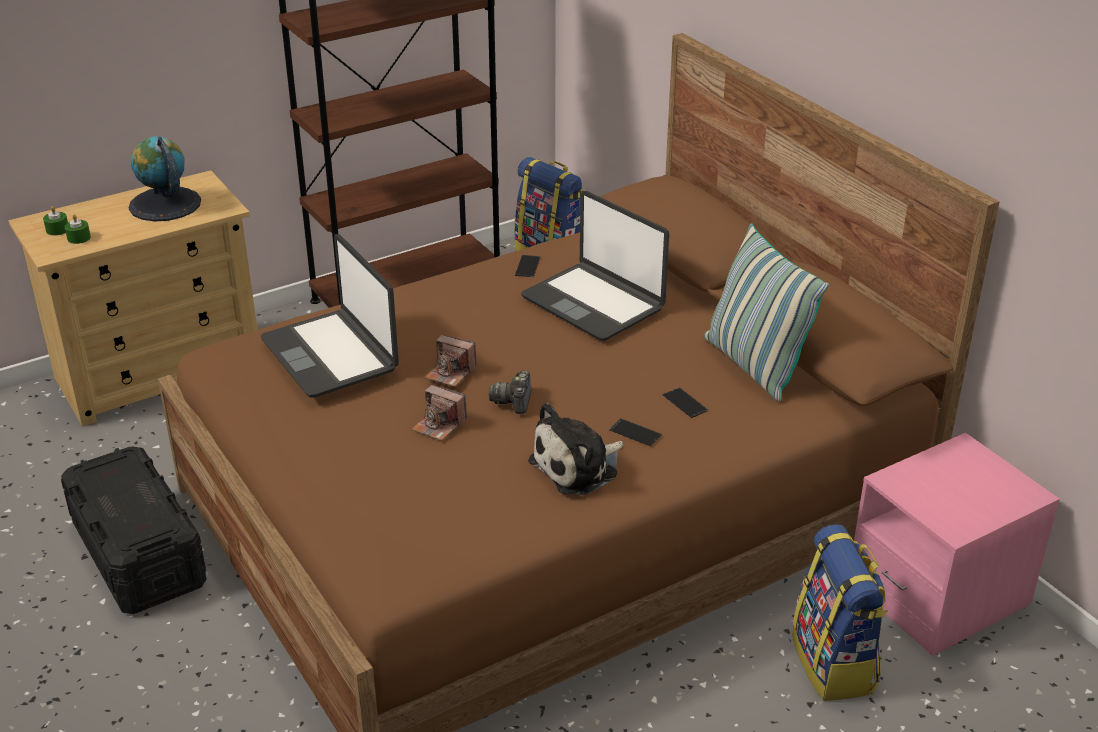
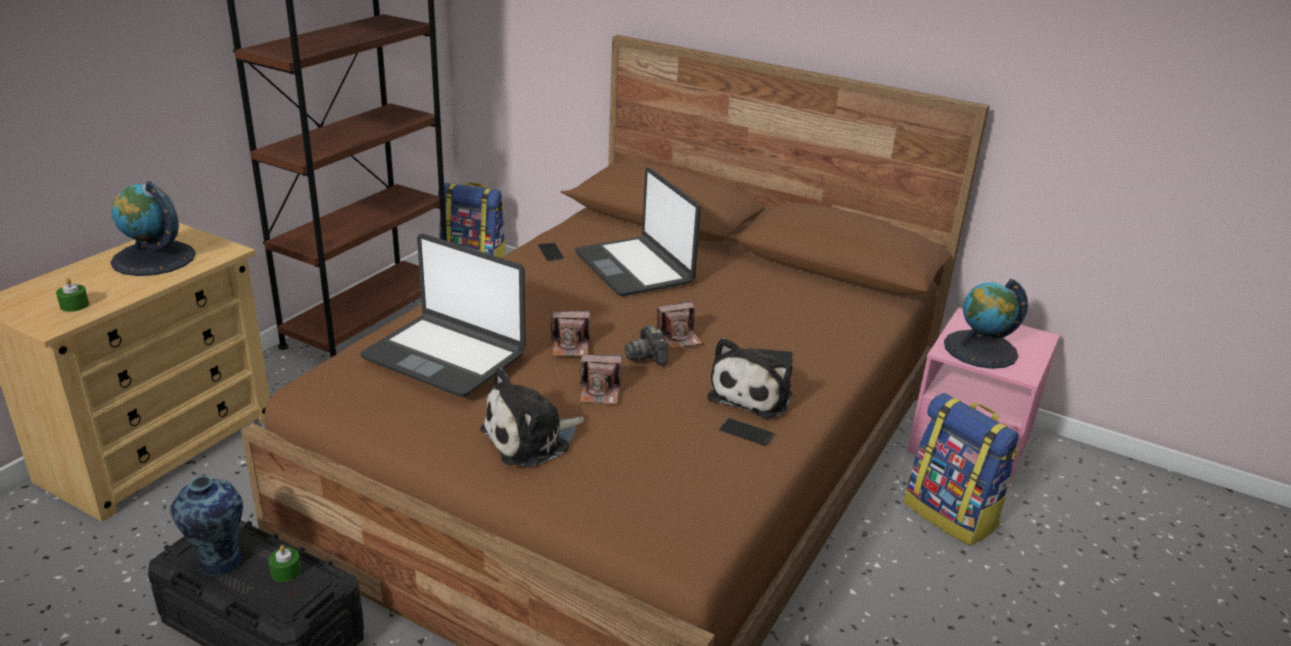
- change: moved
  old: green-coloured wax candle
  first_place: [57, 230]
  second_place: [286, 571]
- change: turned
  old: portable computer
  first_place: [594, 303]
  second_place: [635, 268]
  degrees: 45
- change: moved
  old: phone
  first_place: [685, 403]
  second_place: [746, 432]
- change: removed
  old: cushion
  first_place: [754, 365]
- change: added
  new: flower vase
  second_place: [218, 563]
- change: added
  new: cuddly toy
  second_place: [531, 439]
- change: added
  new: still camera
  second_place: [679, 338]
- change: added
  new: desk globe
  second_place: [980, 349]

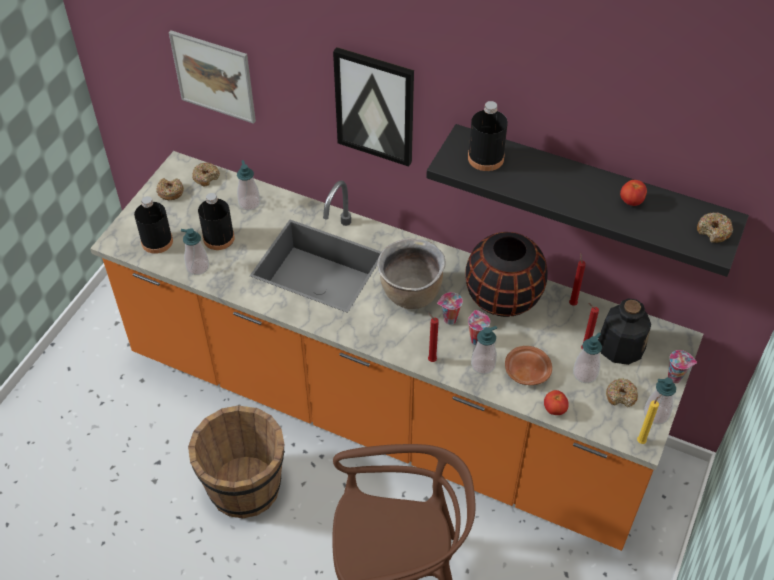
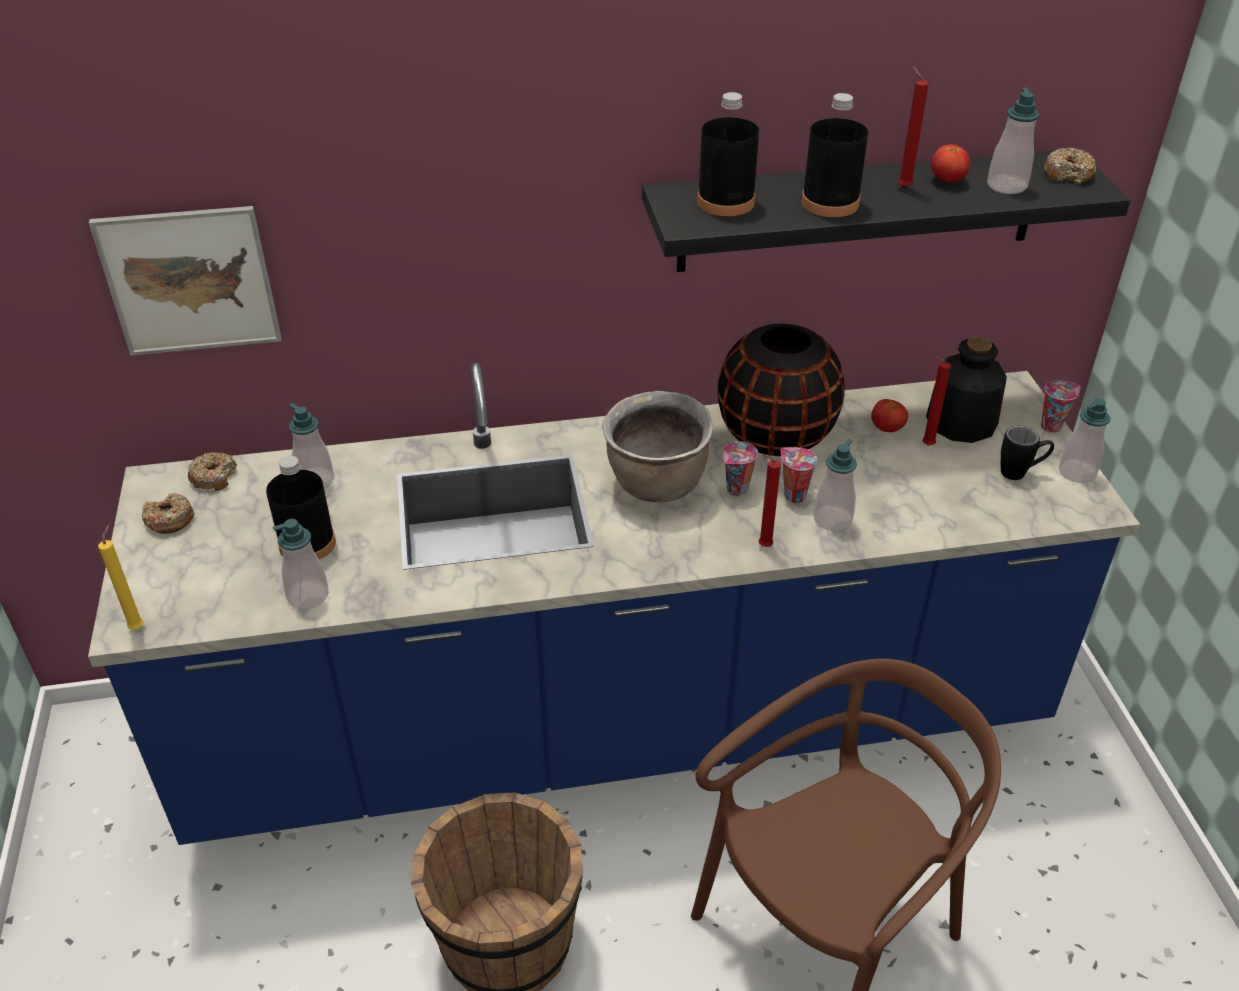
- change: recoloured
  old: orangey counter
  new: bluish counter
  first_place: [387, 409]
  second_place: [619, 722]
- change: moved
  old: blackish drink bottle
  first_place: [157, 241]
  second_place: [830, 203]
- change: removed
  old: wall picture
  first_place: [375, 106]
- change: removed
  old: brownish plate
  first_place: [526, 370]
- change: moved
  old: fresh tomato
  first_place: [554, 409]
  second_place: [887, 429]
- change: moved
  old: red-coloured wax candle
  first_place: [572, 303]
  second_place: [902, 187]
- change: moved
  old: soap dispenser
  first_place: [585, 374]
  second_place: [1006, 186]
- change: replaced
  old: donut
  new: blackish mug
  first_place: [621, 396]
  second_place: [1020, 473]
- change: moved
  old: yellowish wax candle
  first_place: [642, 441]
  second_place: [138, 626]

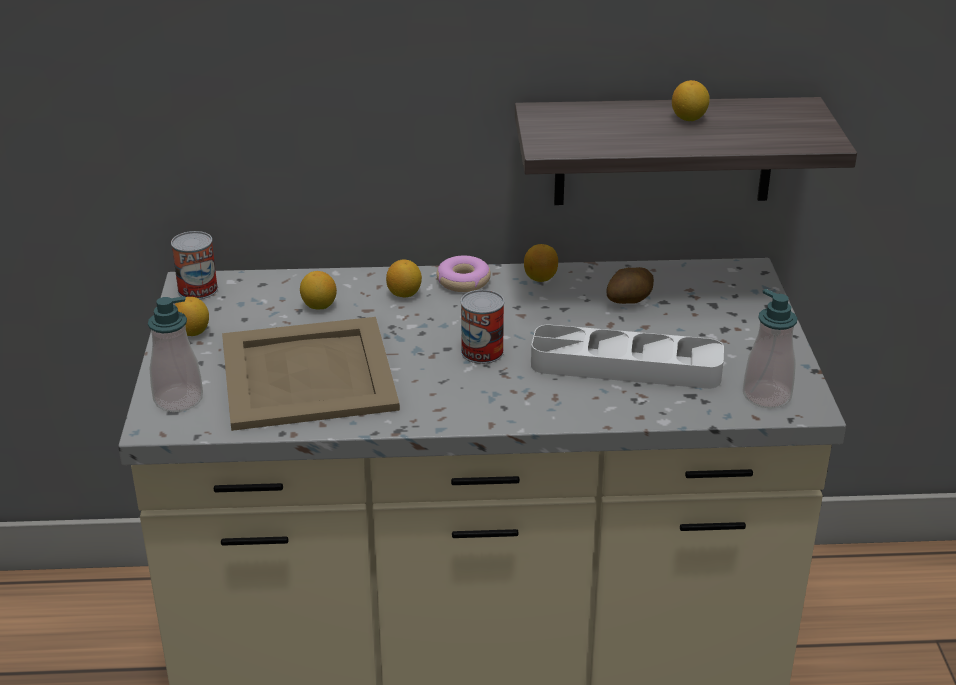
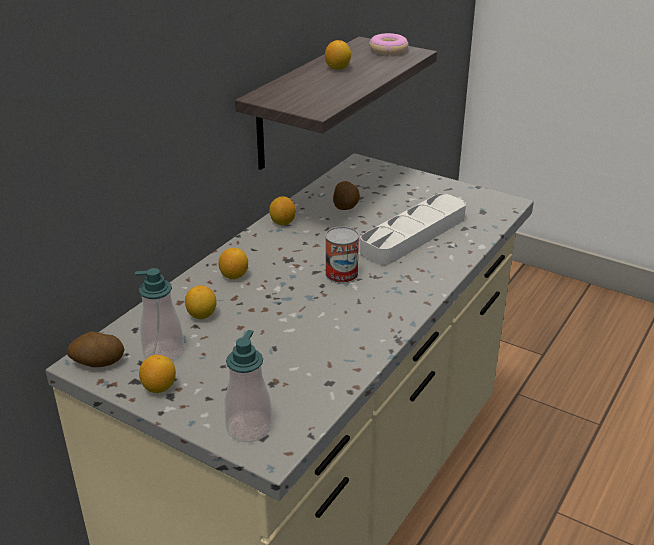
- change: replaced
  old: sealed can
  new: potato
  first_place: [197, 289]
  second_place: [97, 362]
- change: removed
  old: beige tray
  first_place: [309, 374]
- change: moved
  old: donut
  first_place: [463, 281]
  second_place: [388, 50]
- change: moved
  old: soap dispenser
  first_place: [766, 396]
  second_place: [164, 352]

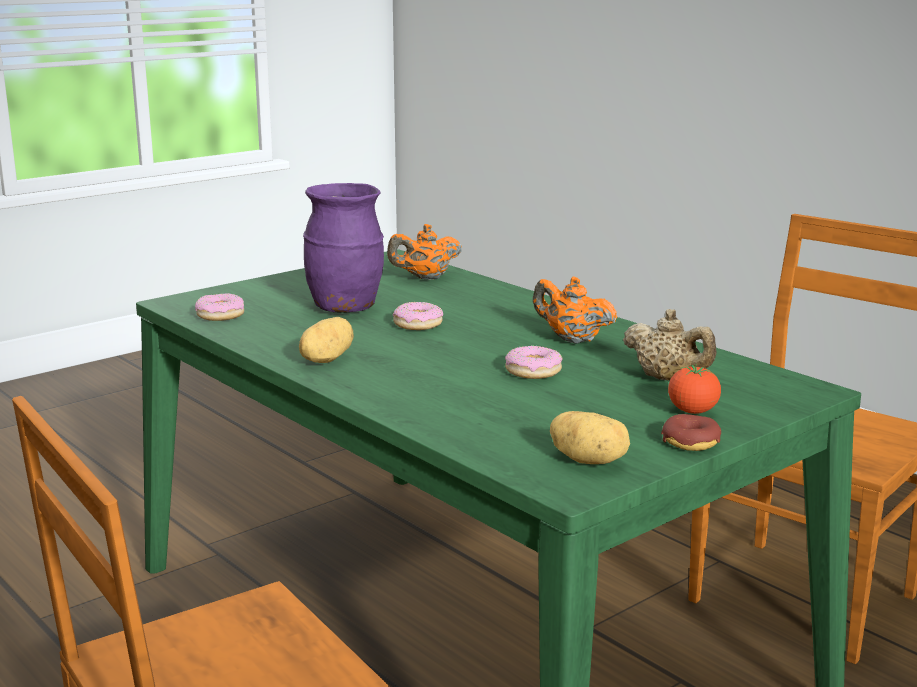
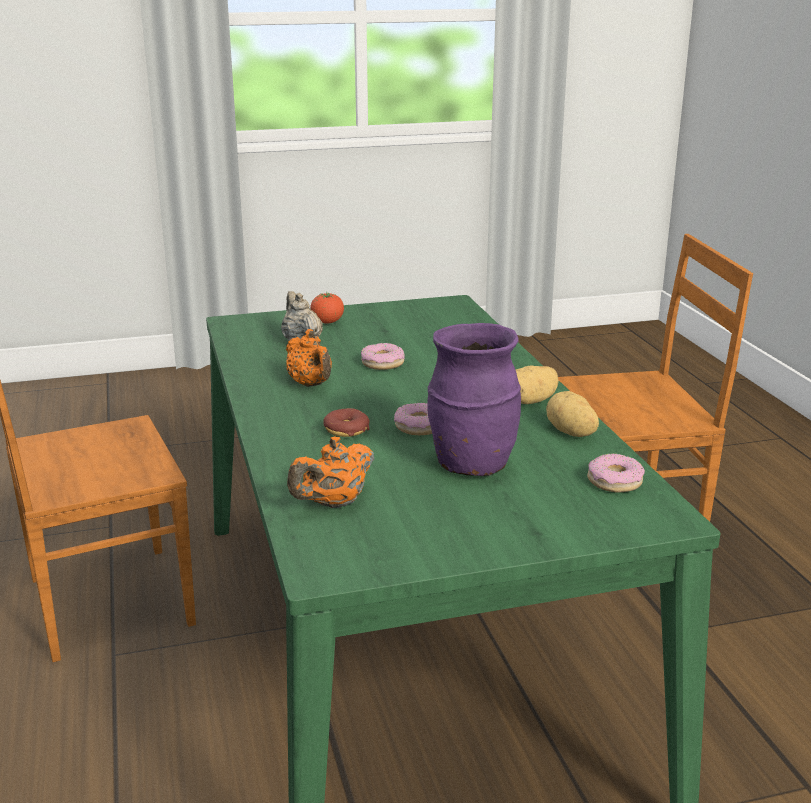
- change: turned
  old: orangey pot for tea
  first_place: [425, 278]
  second_place: [334, 503]
  degrees: 135
- change: moved
  old: potato
  first_place: [589, 460]
  second_place: [570, 433]
- change: moved
  old: donut
  first_place: [691, 442]
  second_place: [346, 430]

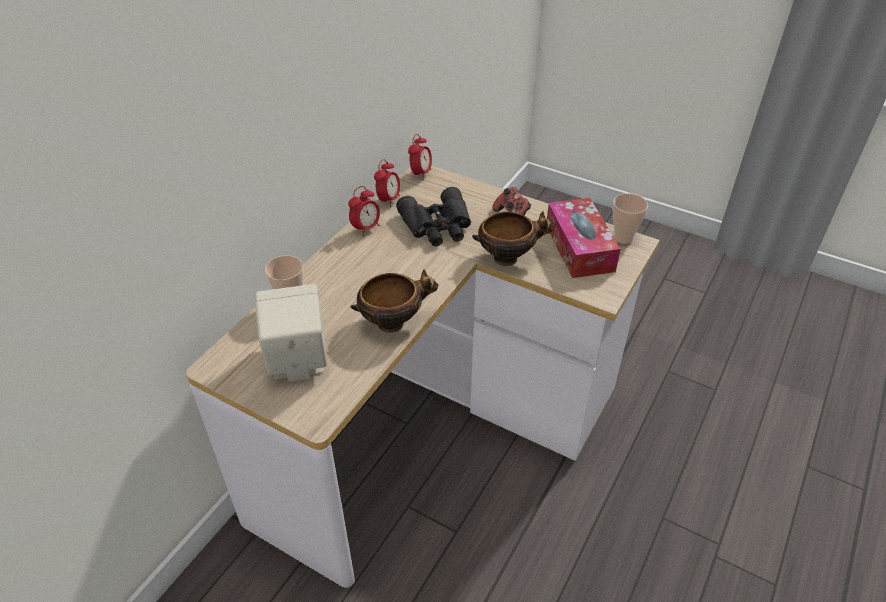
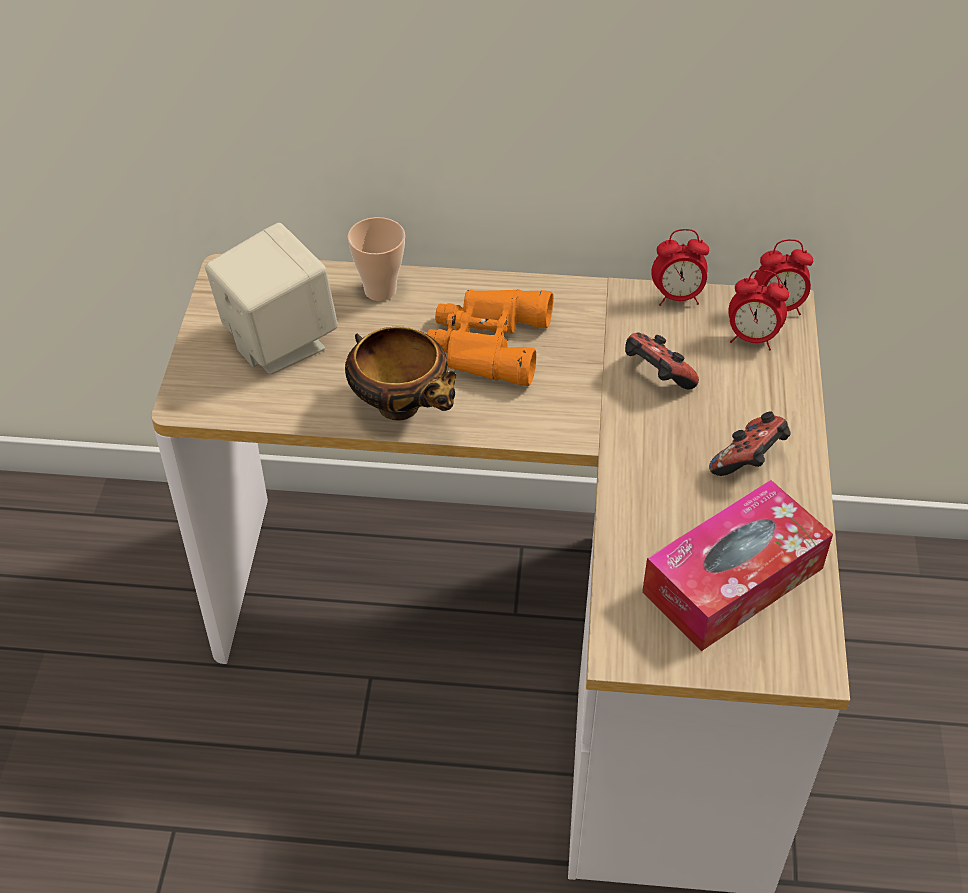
- change: moved
  old: alarm clock
  first_place: [366, 228]
  second_place: [752, 338]
- change: replaced
  old: blackish pair of binoculars
  new: game controller
  first_place: [438, 226]
  second_place: [656, 377]
- change: removed
  old: serving bowl
  first_place: [508, 257]
- change: removed
  old: drinking cup
  first_place: [623, 238]
- change: added
  new: orangey pair of binoculars
  second_place: [486, 343]

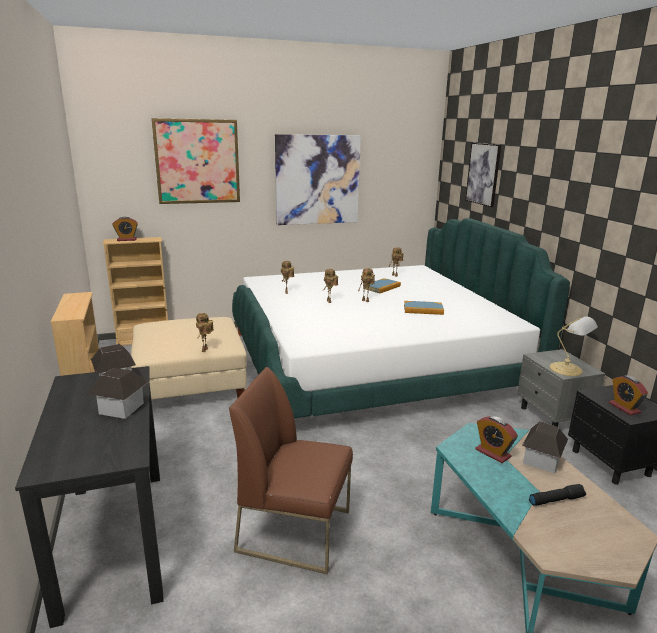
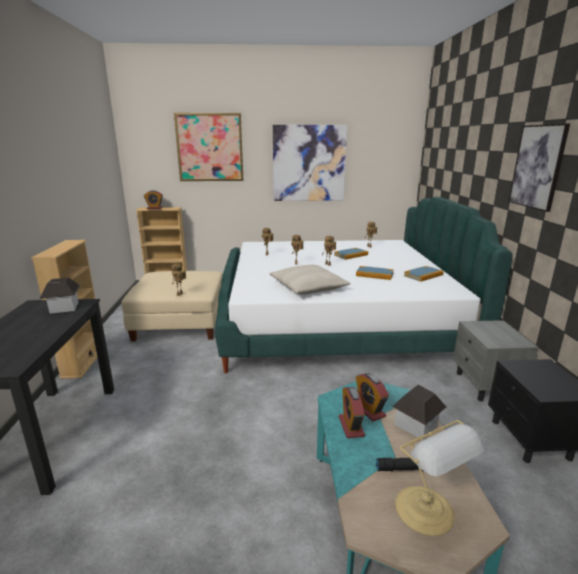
- change: removed
  old: model house
  first_place: [121, 408]
- change: removed
  old: brownish chair
  first_place: [295, 530]
- change: moved
  old: wall picture
  first_place: [483, 174]
  second_place: [537, 167]
- change: moved
  old: table lamp
  first_place: [567, 369]
  second_place: [427, 512]
- change: moved
  old: alarm clock
  first_place: [624, 408]
  second_place: [351, 426]
- change: added
  new: beige cushion
  second_place: [308, 287]
- change: added
  new: bound book
  second_place: [423, 275]

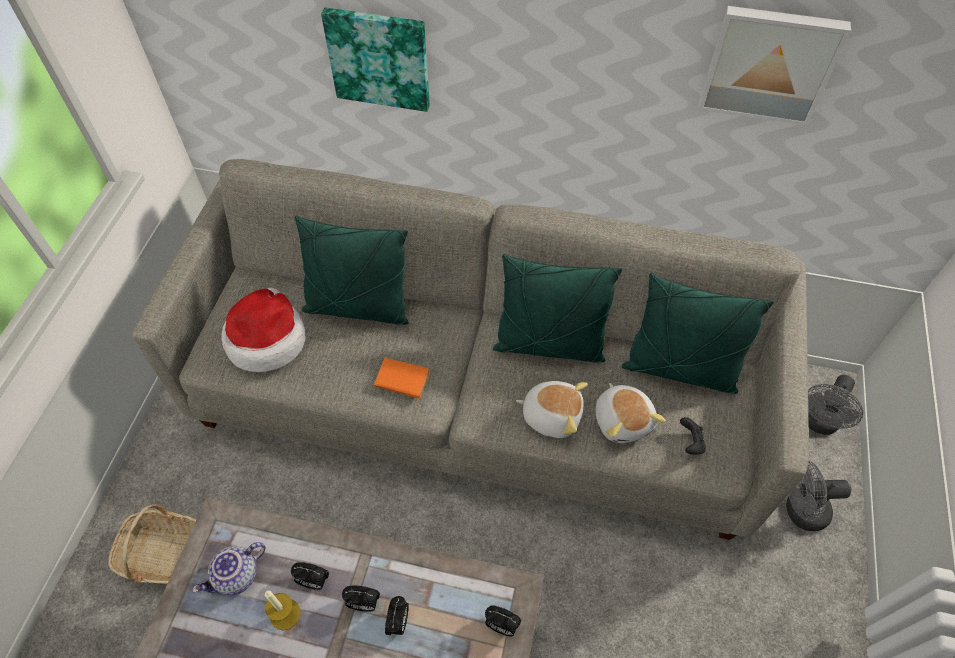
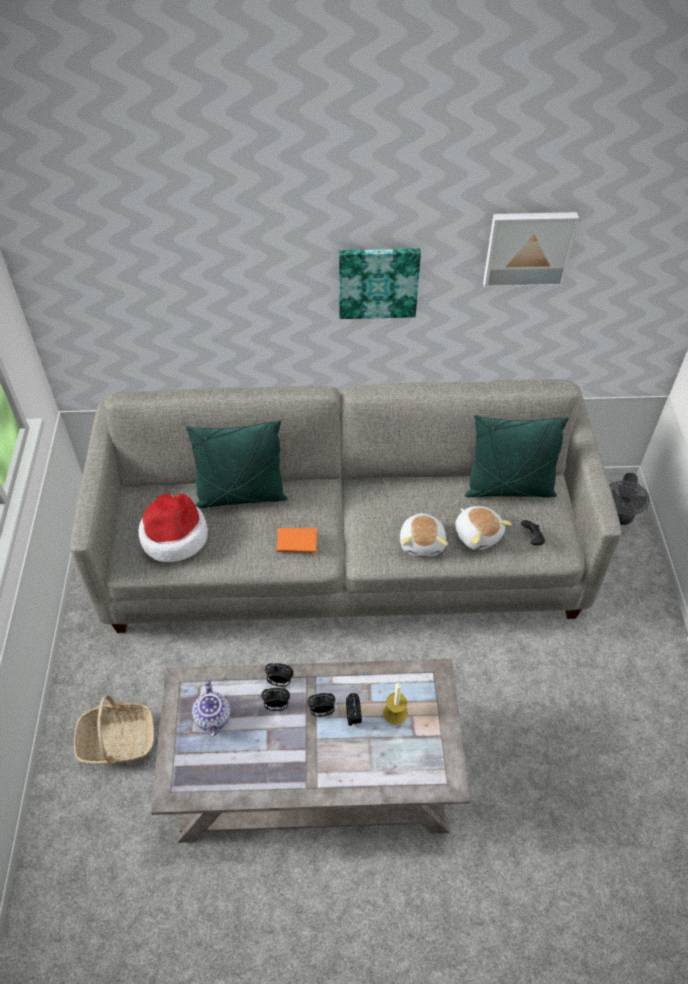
- change: turned
  old: pot for tea
  first_place: [237, 577]
  second_place: [214, 718]
  degrees: -45
- change: moved
  old: wax candle
  first_place: [285, 614]
  second_place: [395, 713]
- change: moved
  old: wall picture
  first_place: [379, 58]
  second_place: [378, 282]
- change: moved
  old: alarm clock
  first_place: [501, 625]
  second_place: [279, 682]
- change: removed
  old: green-coloured cushion
  first_place: [549, 344]
- change: turned
  old: cuddly toy
  first_place: [551, 415]
  second_place: [422, 542]
  degrees: 90
- change: removed
  old: gray cooling fan
  first_place: [799, 511]

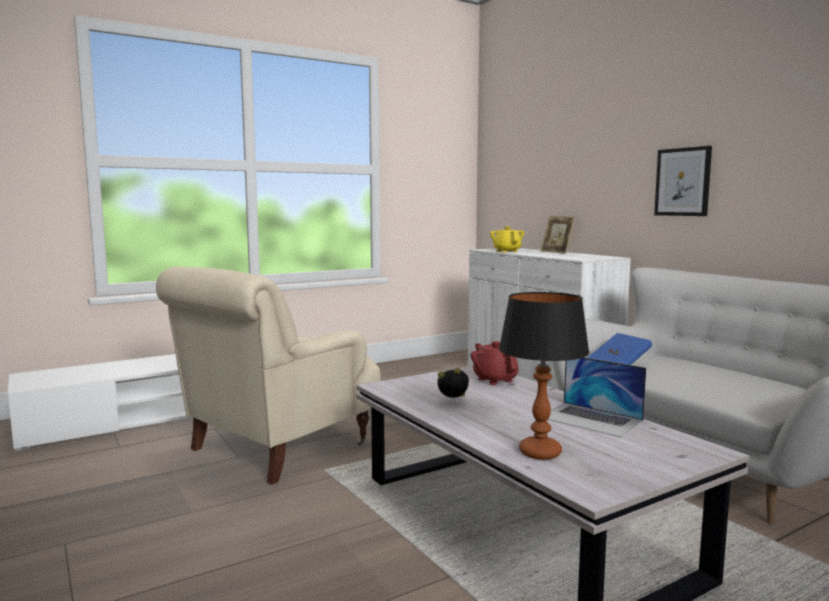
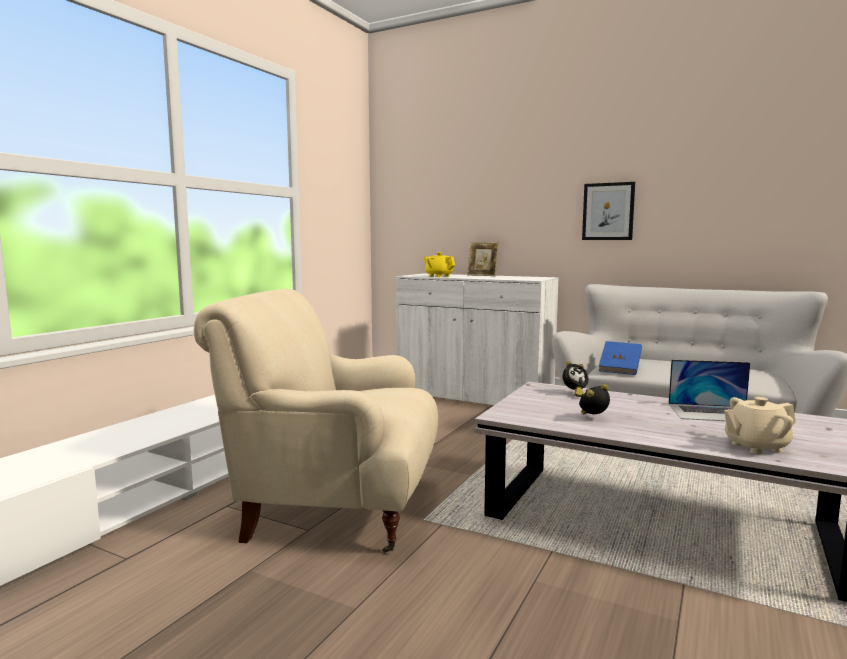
- change: turned
  old: beige lounge chair
  first_place: [276, 447]
  second_place: [335, 509]
  degrees: 90
- change: replaced
  old: red-coloured pot for tea
  new: alarm clock
  first_place: [495, 380]
  second_place: [574, 394]
- change: replaced
  old: table lamp
  new: beige pot for tea
  first_place: [540, 452]
  second_place: [755, 447]

